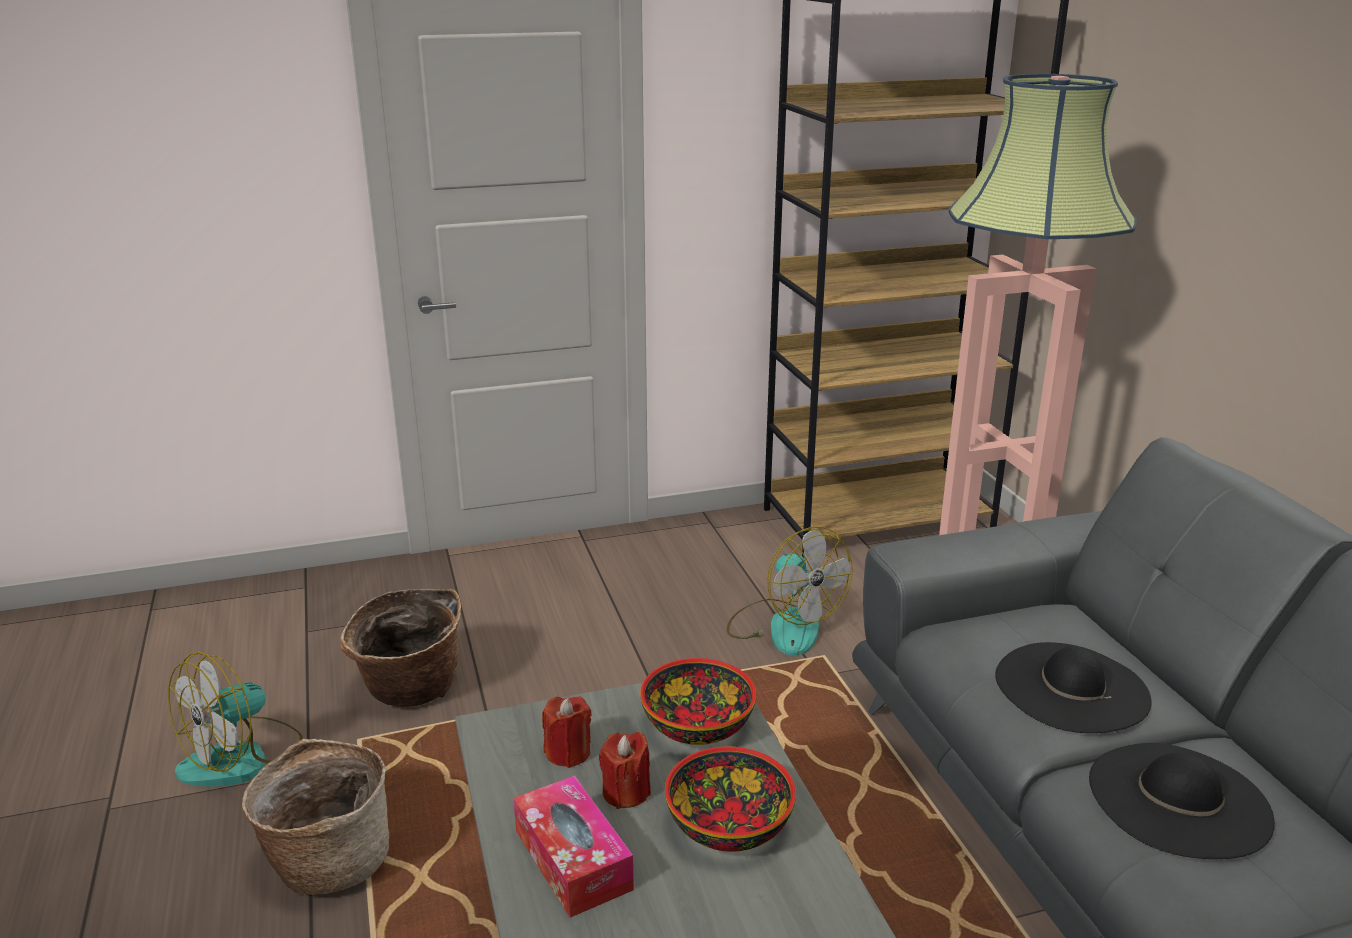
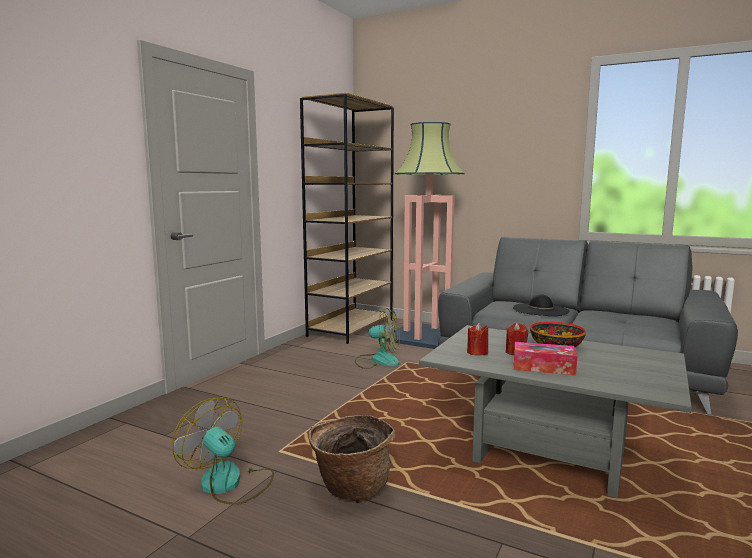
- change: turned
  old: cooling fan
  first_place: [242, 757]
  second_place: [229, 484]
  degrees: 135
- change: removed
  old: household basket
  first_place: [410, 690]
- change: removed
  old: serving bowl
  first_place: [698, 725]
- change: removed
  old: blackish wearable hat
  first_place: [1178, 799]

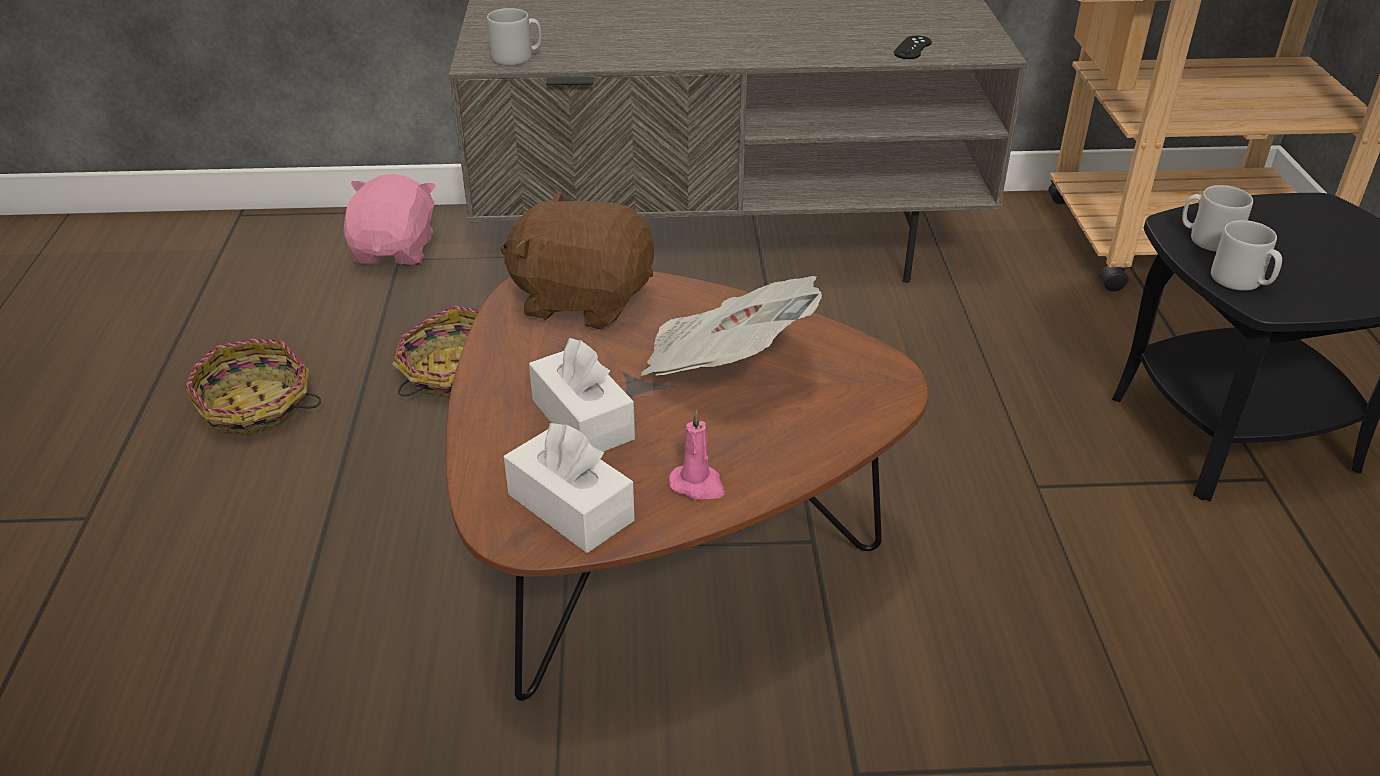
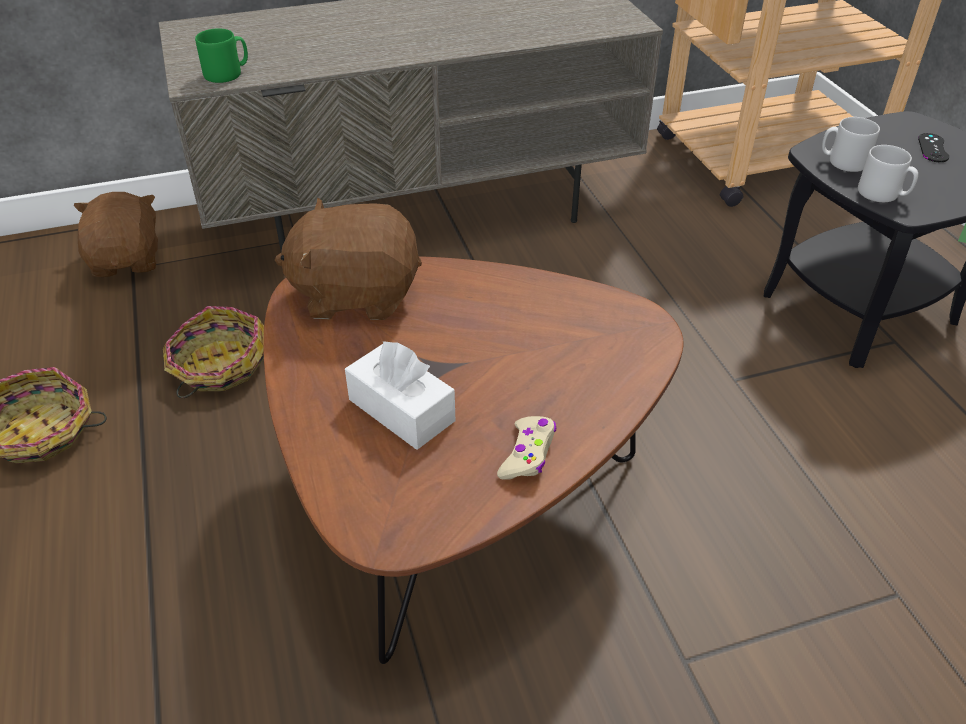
- change: recoloured
  old: pink cuddly toy
  new: brownish cuddly toy
  first_place: [396, 251]
  second_place: [128, 260]
- change: recoloured
  old: gray mug
  new: green-coloured mug
  first_place: [517, 57]
  second_place: [227, 74]
- change: removed
  old: whitish box of tissues
  first_place: [570, 507]
- change: removed
  old: newspaper
  first_place: [725, 365]
- change: replaced
  old: pink wax candle
  new: beige game controller
  first_place: [698, 485]
  second_place: [528, 454]
- change: moved
  old: blackish game controller
  first_place: [912, 48]
  second_place: [933, 148]

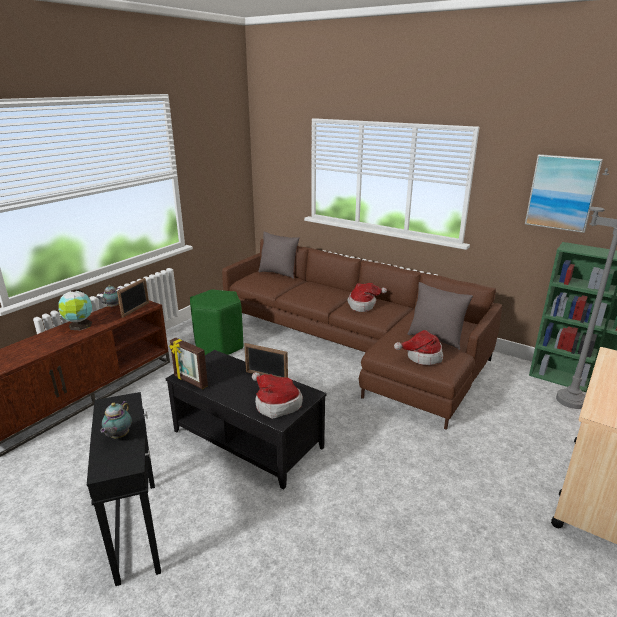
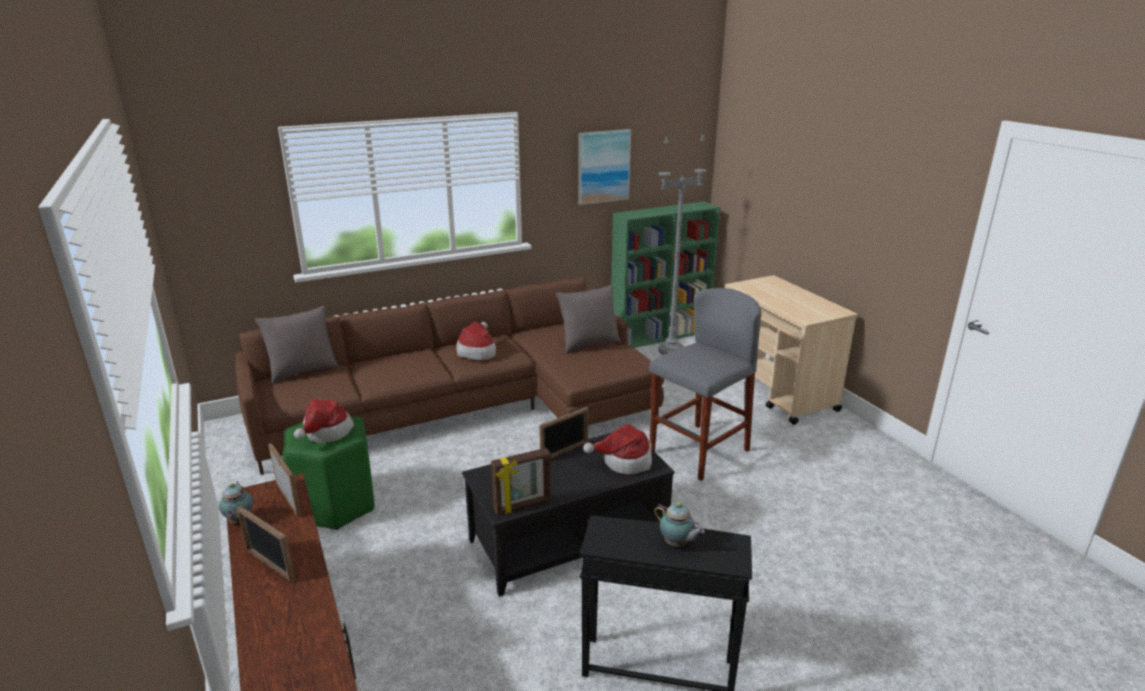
- change: replaced
  old: desk globe
  new: standing frame
  first_place: [80, 326]
  second_place: [270, 565]
- change: moved
  old: wearable hat
  first_place: [422, 356]
  second_place: [325, 432]
- change: added
  new: gray stool seat
  second_place: [699, 451]

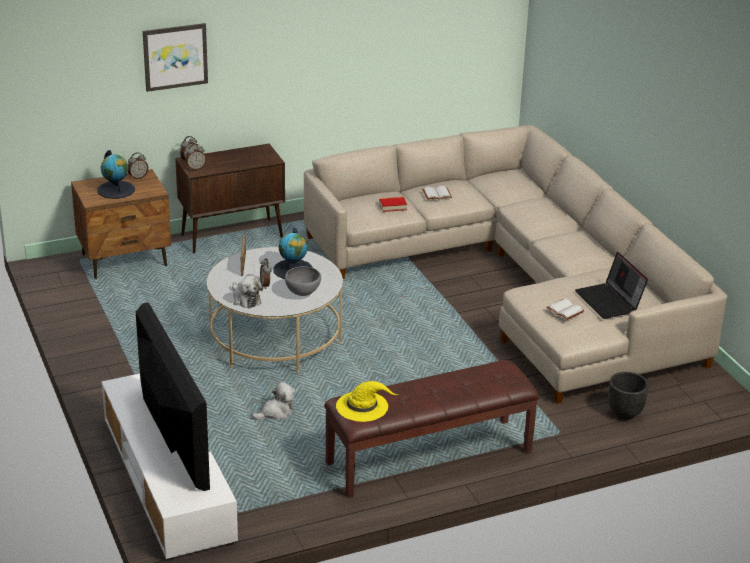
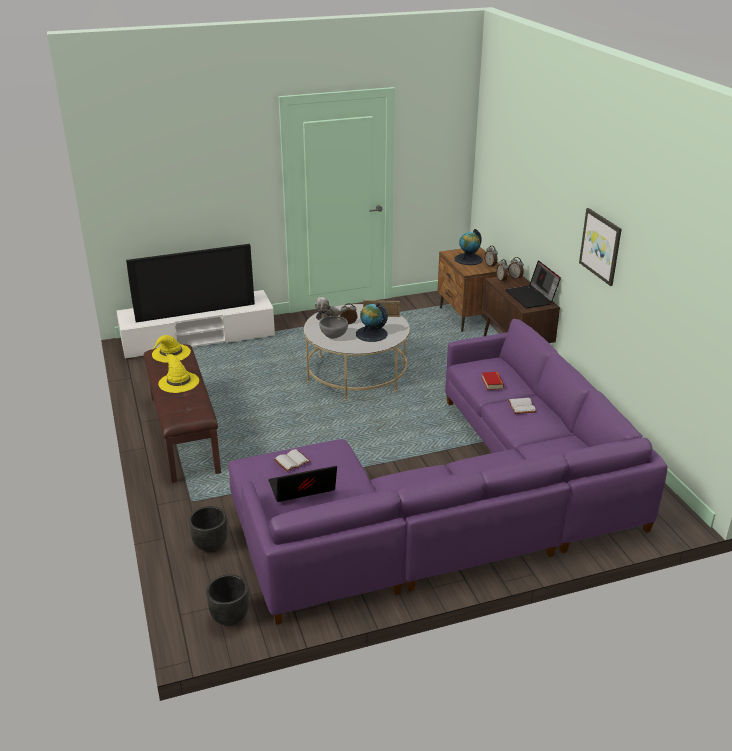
- change: moved
  old: wall picture
  first_place: [175, 56]
  second_place: [601, 246]
- change: removed
  old: cuddly toy
  first_place: [276, 412]
- change: recoloured
  old: beige couch
  new: purple couch
  first_place: [519, 282]
  second_place: [452, 504]
- change: added
  new: yellowish wearable hat
  second_place: [178, 382]
- change: added
  new: blackish planter
  second_place: [229, 618]
- change: added
  new: portable computer
  second_place: [531, 297]

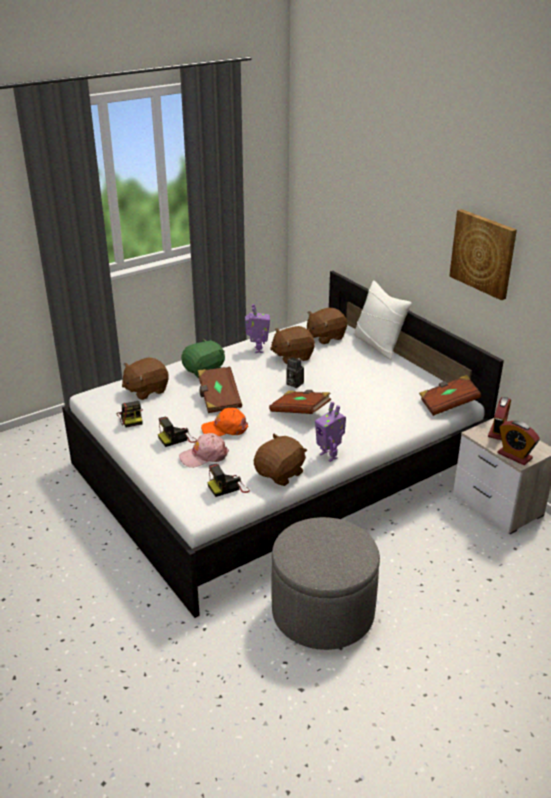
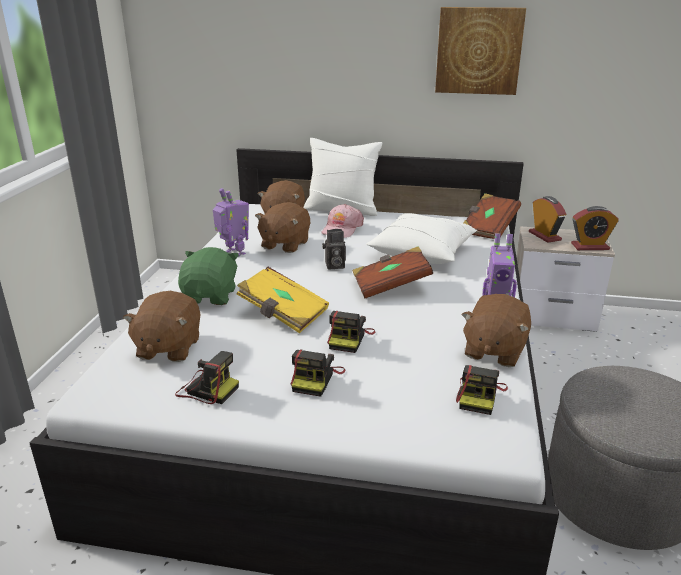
- change: moved
  old: pink cap
  first_place: [204, 456]
  second_place: [342, 229]
- change: recoloured
  old: brownish bound book
  new: yellowish bound book
  first_place: [218, 399]
  second_place: [283, 314]
- change: replaced
  old: orangey cap
  new: still camera
  first_place: [225, 428]
  second_place: [349, 339]
- change: turned
  old: brownish cuddly toy
  first_place: [280, 474]
  second_place: [493, 351]
  degrees: -150
- change: added
  new: whitish cushion
  second_place: [422, 252]

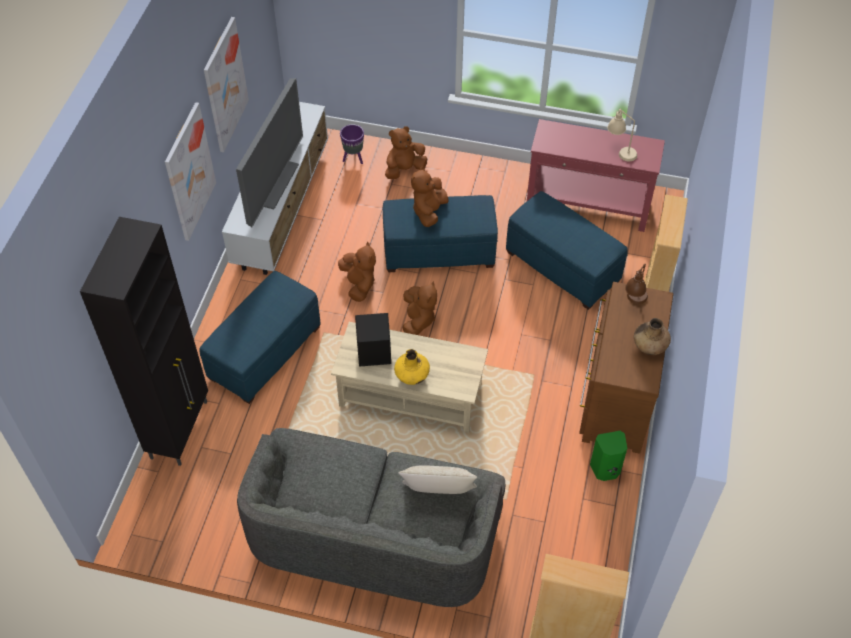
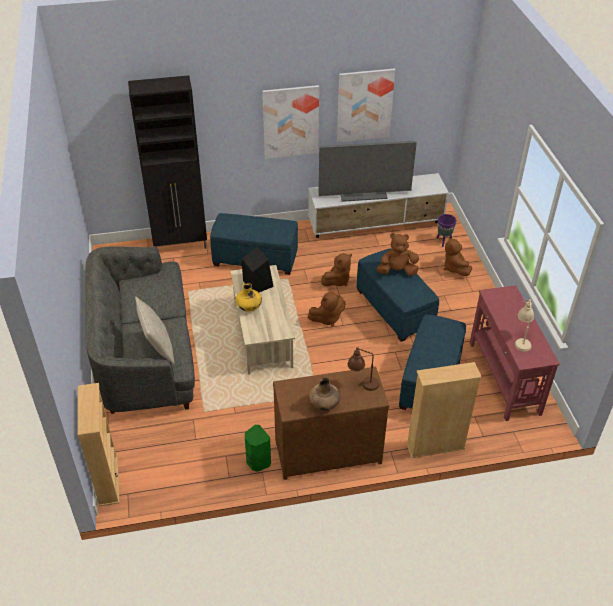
- change: turned
  old: brownish cuddly toy
  first_place: [404, 169]
  second_place: [454, 268]
  degrees: -135

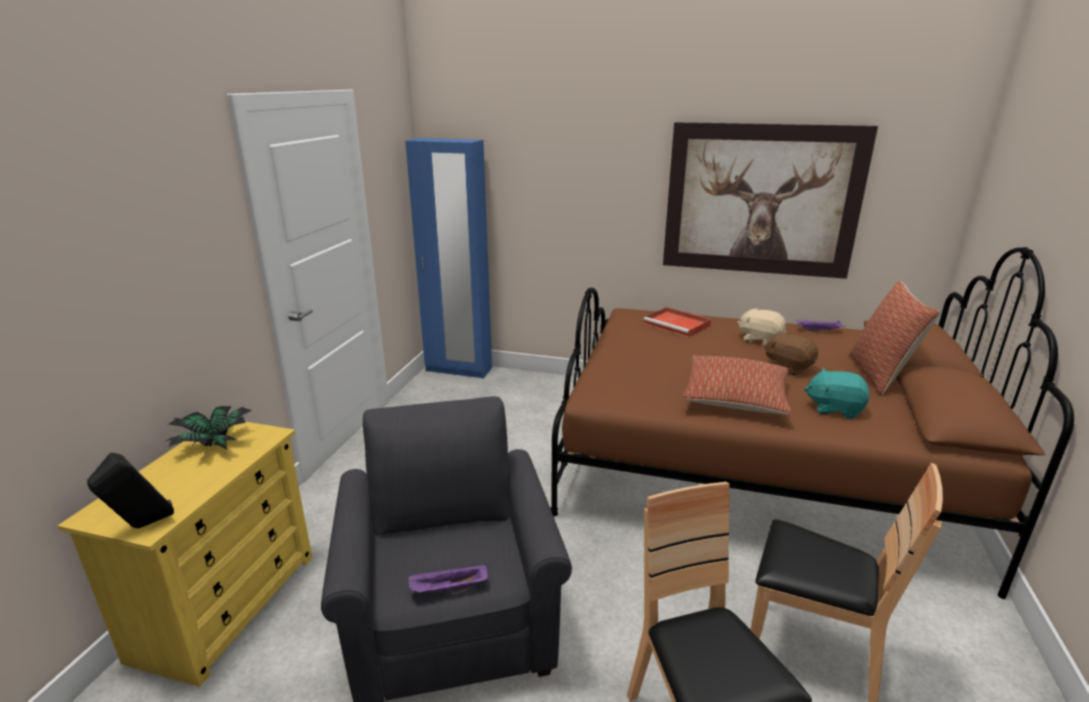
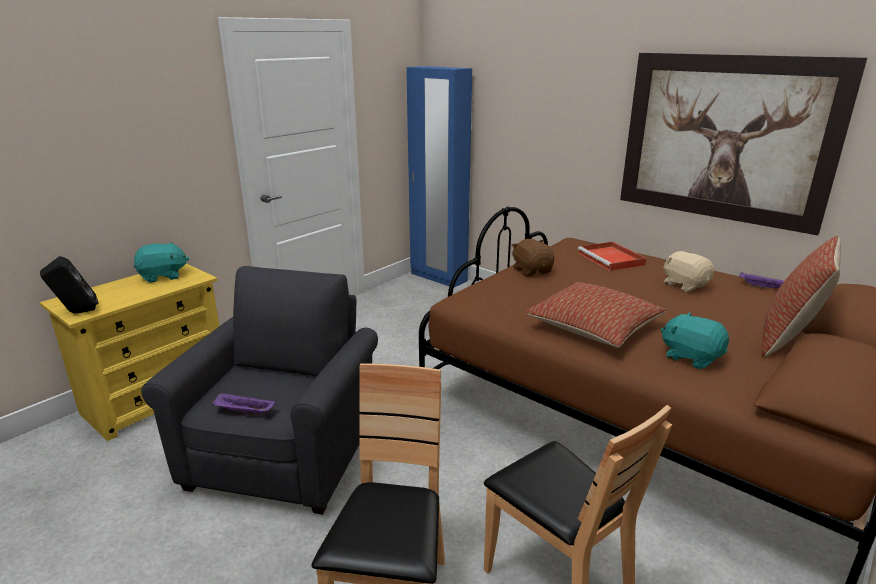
- change: replaced
  old: houseplant
  new: turquoise-coloured cuddly toy
  first_place: [216, 444]
  second_place: [163, 276]
- change: moved
  old: brownish cuddly toy
  first_place: [788, 367]
  second_place: [532, 271]

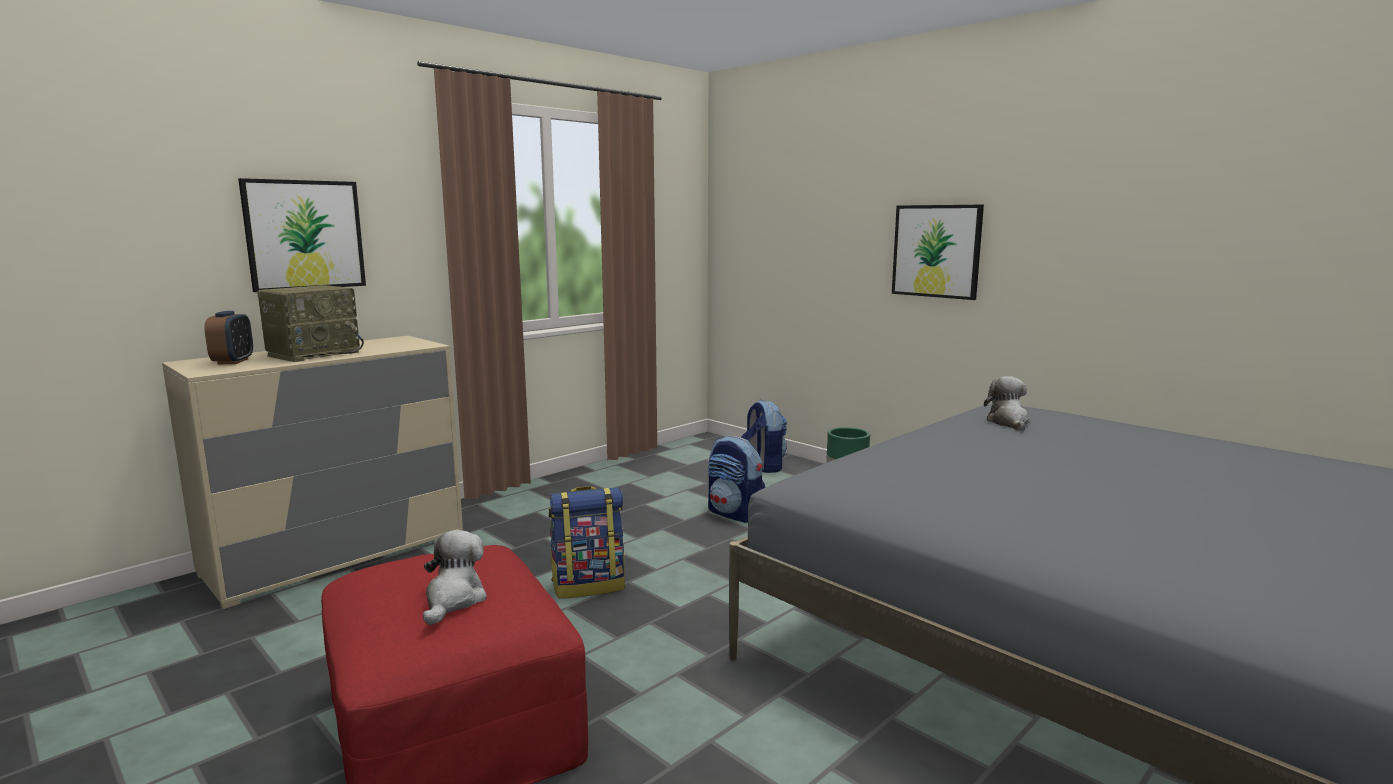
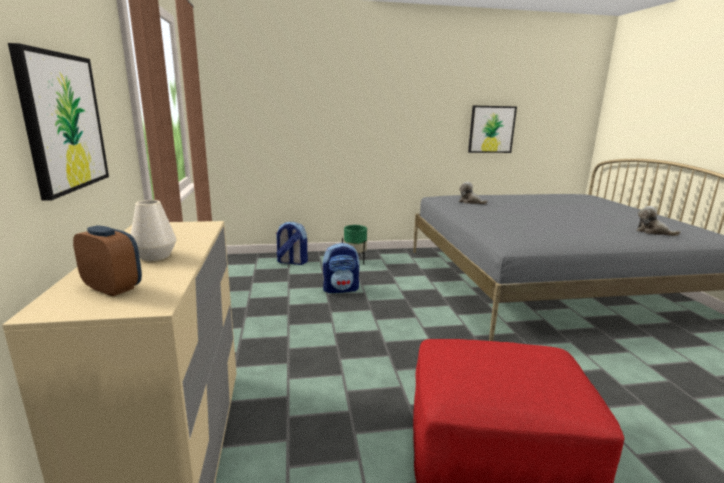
- change: replaced
  old: radio
  new: whitish flower vase
  first_place: [314, 354]
  second_place: [155, 256]
- change: moved
  old: cuddly toy
  first_place: [453, 600]
  second_place: [652, 232]
- change: removed
  old: backpack
  first_place: [589, 585]
- change: moved
  old: wall picture
  first_place: [936, 251]
  second_place: [491, 129]

